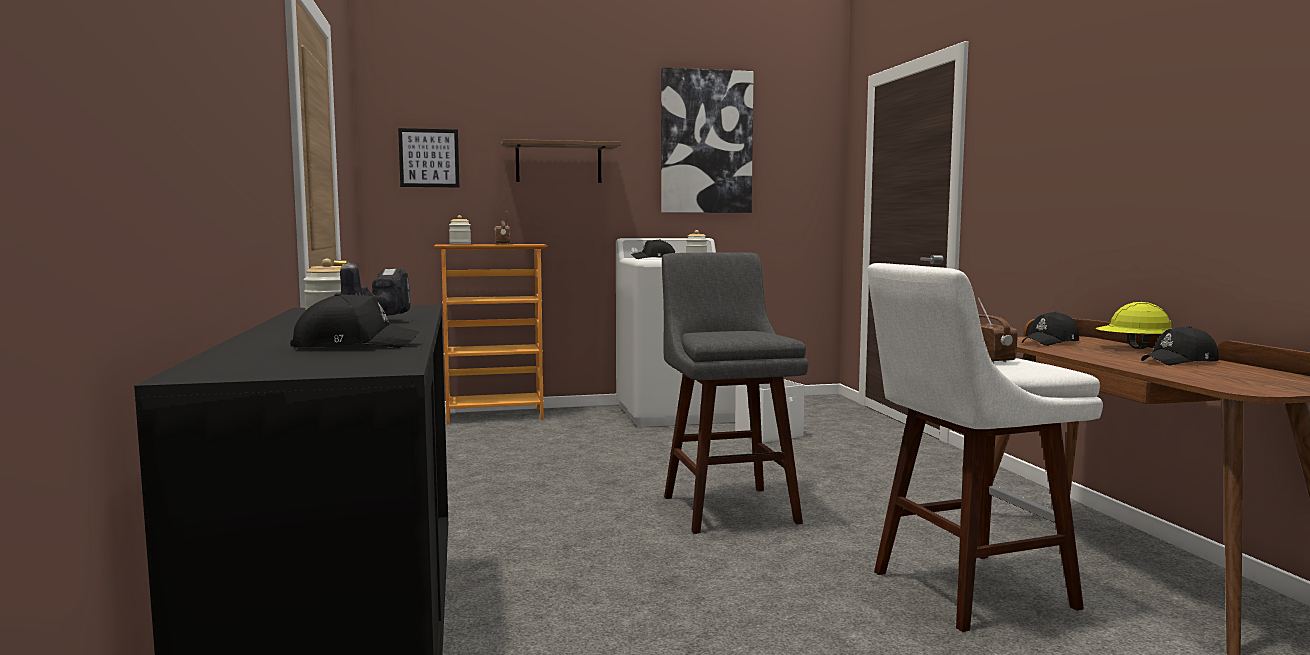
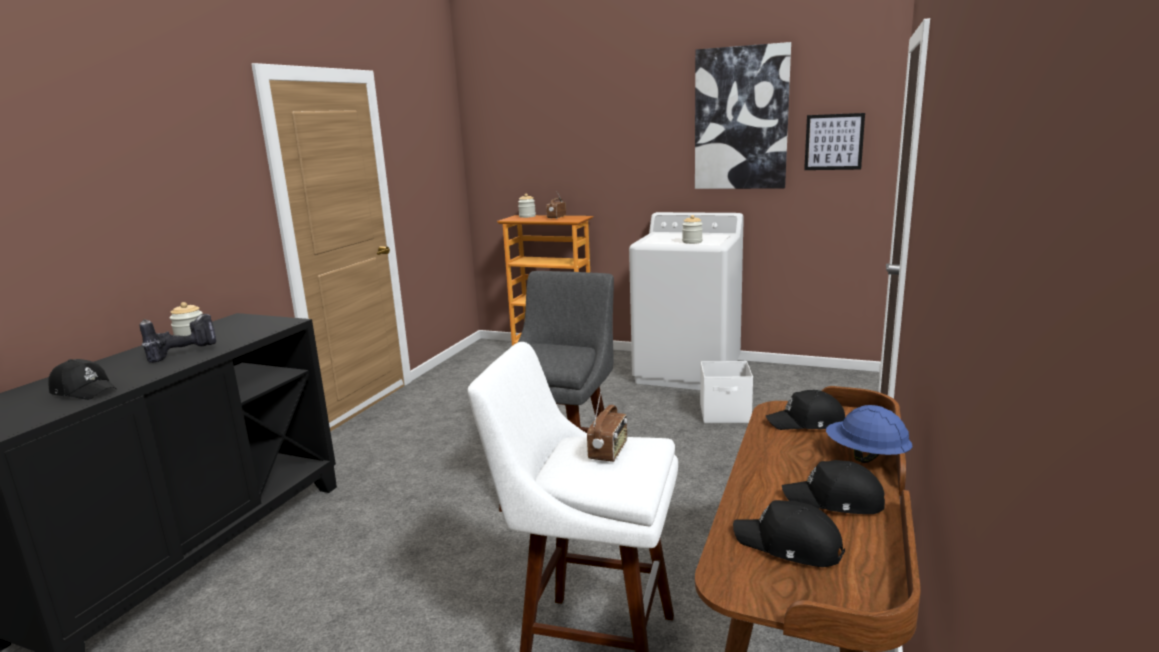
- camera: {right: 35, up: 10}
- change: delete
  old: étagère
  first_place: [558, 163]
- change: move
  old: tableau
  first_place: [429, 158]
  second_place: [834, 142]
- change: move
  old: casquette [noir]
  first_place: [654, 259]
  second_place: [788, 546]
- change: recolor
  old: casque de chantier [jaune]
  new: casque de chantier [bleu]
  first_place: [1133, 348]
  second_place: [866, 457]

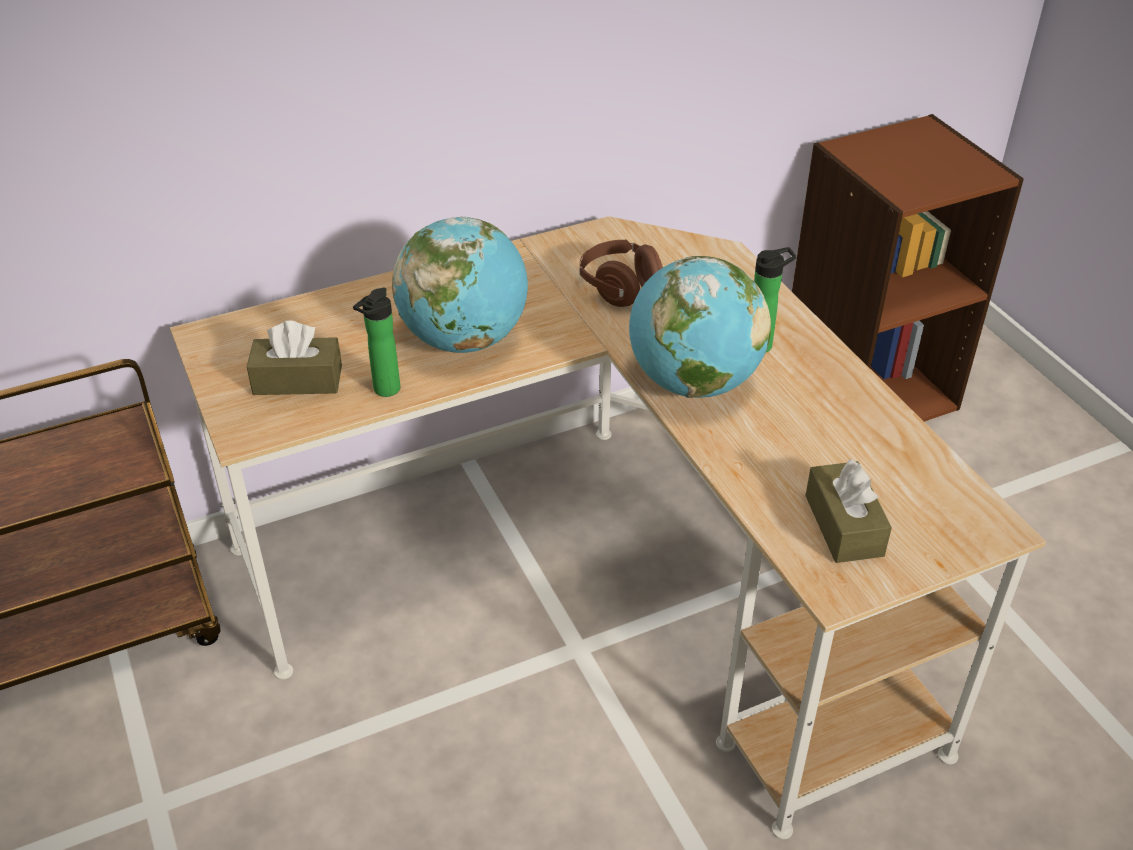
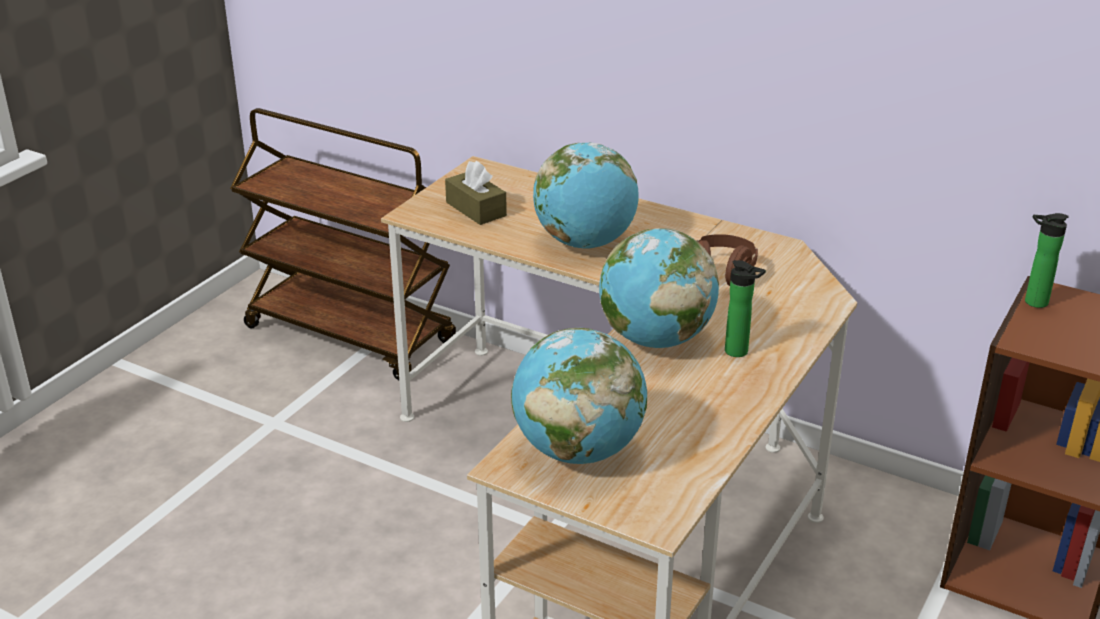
- camera: {right: 55, up: -10}
- change: move
  old: bouteille
  first_place: [384, 391]
  second_place: [1032, 302]
- change: replace
  old: boîte à mouchoirs [marron]
  new: globe
  first_place: [843, 525]
  second_place: [578, 450]

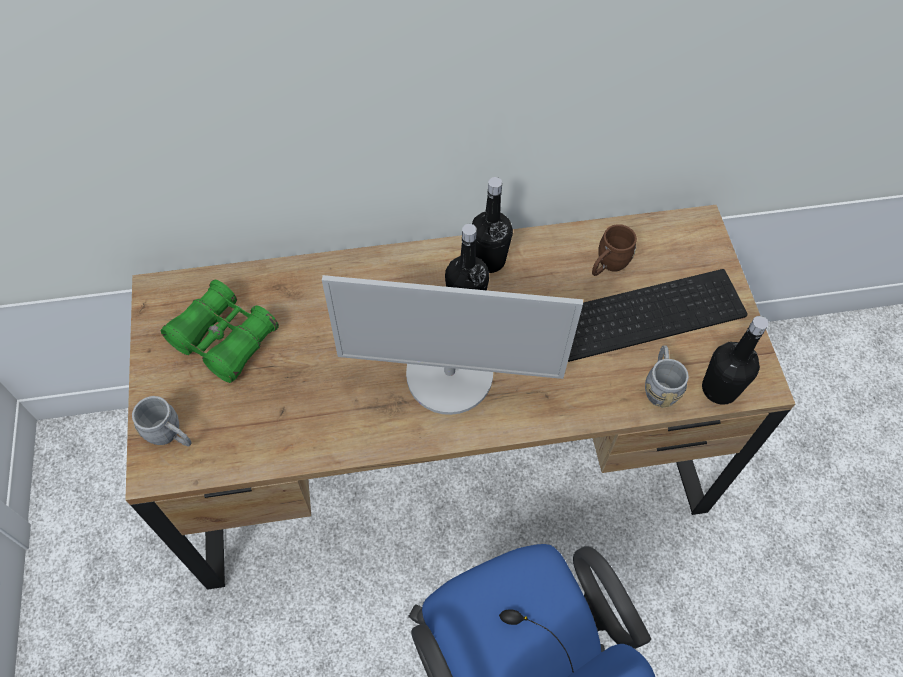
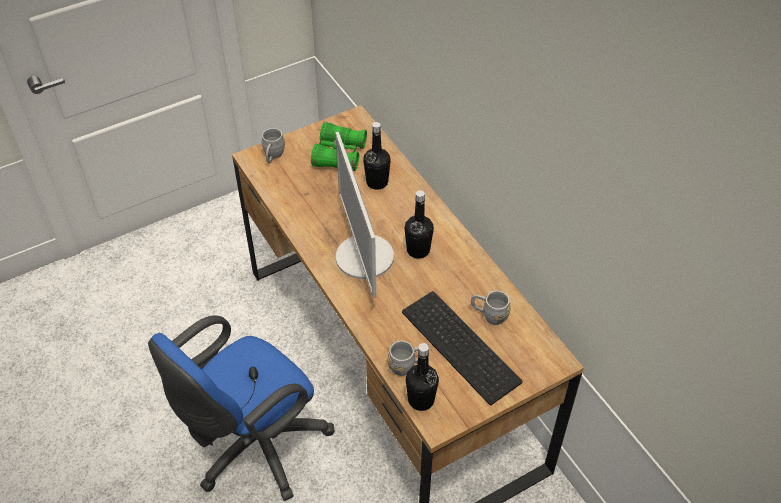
- camera: {right: 70, up: -10}
- change: move
  old: bouteille [noir]
  first_place: [488, 260]
  second_place: [377, 182]
- change: recolor
  old: mug [marron]
  new: mug [gris]
  first_place: [607, 265]
  second_place: [489, 315]

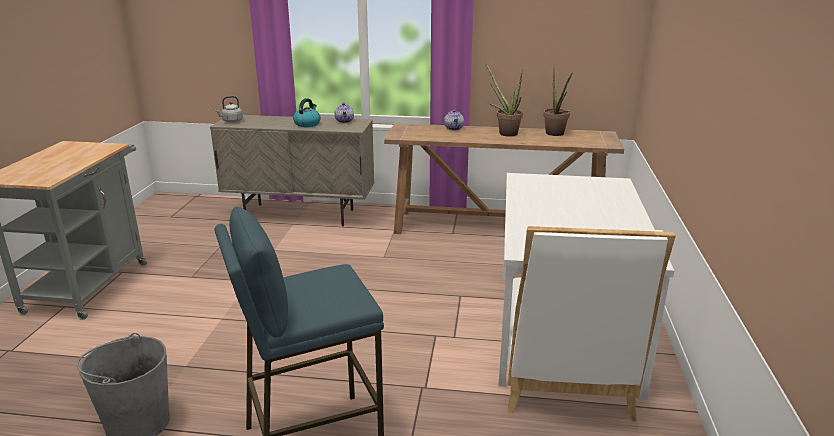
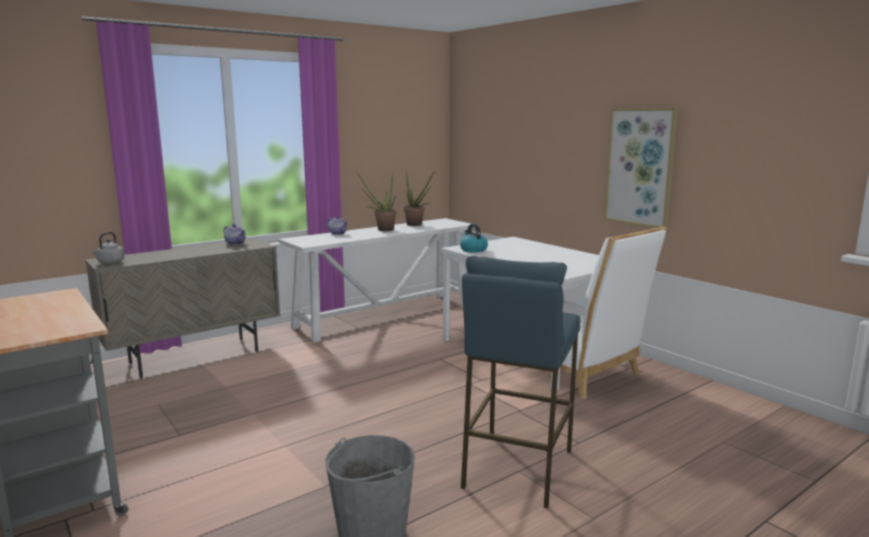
- camera: {right: -45, up: -10}
- change: insert
  new: tableau
  second_place: [640, 167]
- change: move
  old: bouilloire
  first_place: [307, 124]
  second_place: [473, 250]
- change: recolor
  old: table console [marron]
  new: table console [blanc]
  first_place: [498, 228]
  second_place: [385, 316]

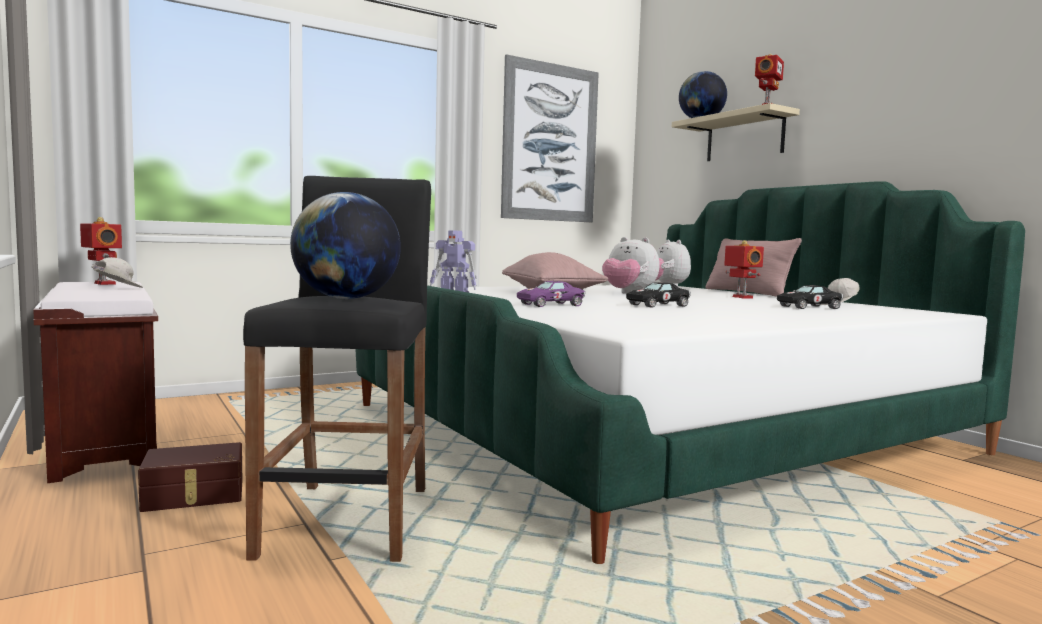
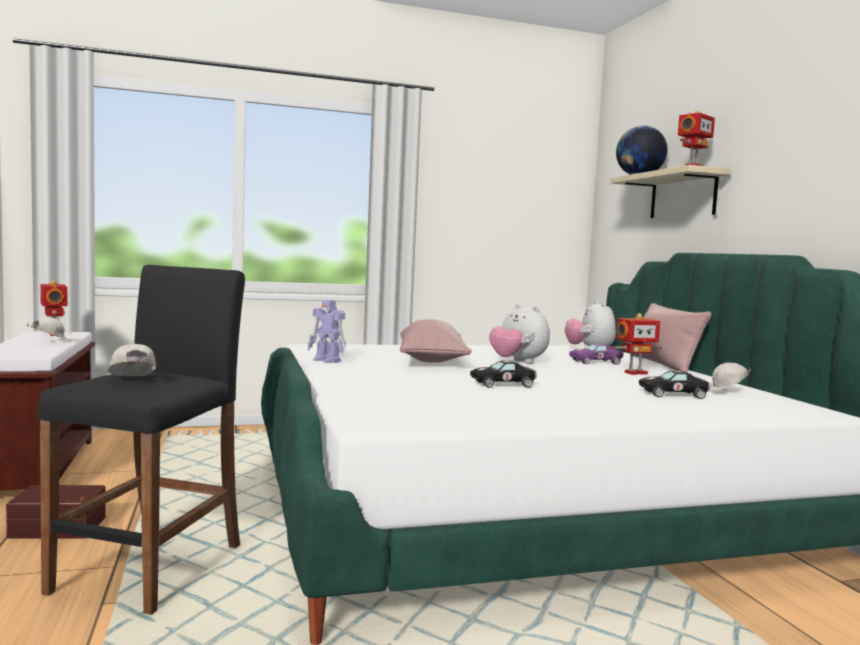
- camera: {right: 15, up: 0}
- change: delete
  old: tableau
  first_place: [550, 143]
- change: move
  old: petite voiture [violet]
  first_place: [552, 305]
  second_place: [597, 362]
- change: replace
  old: globe
  new: casquette [blanc]
  first_place: [346, 299]
  second_place: [131, 381]
- change: rotate
  old: robot jouet
  first_place: [741, 297]
  second_place: [635, 373]
  degrees: 75

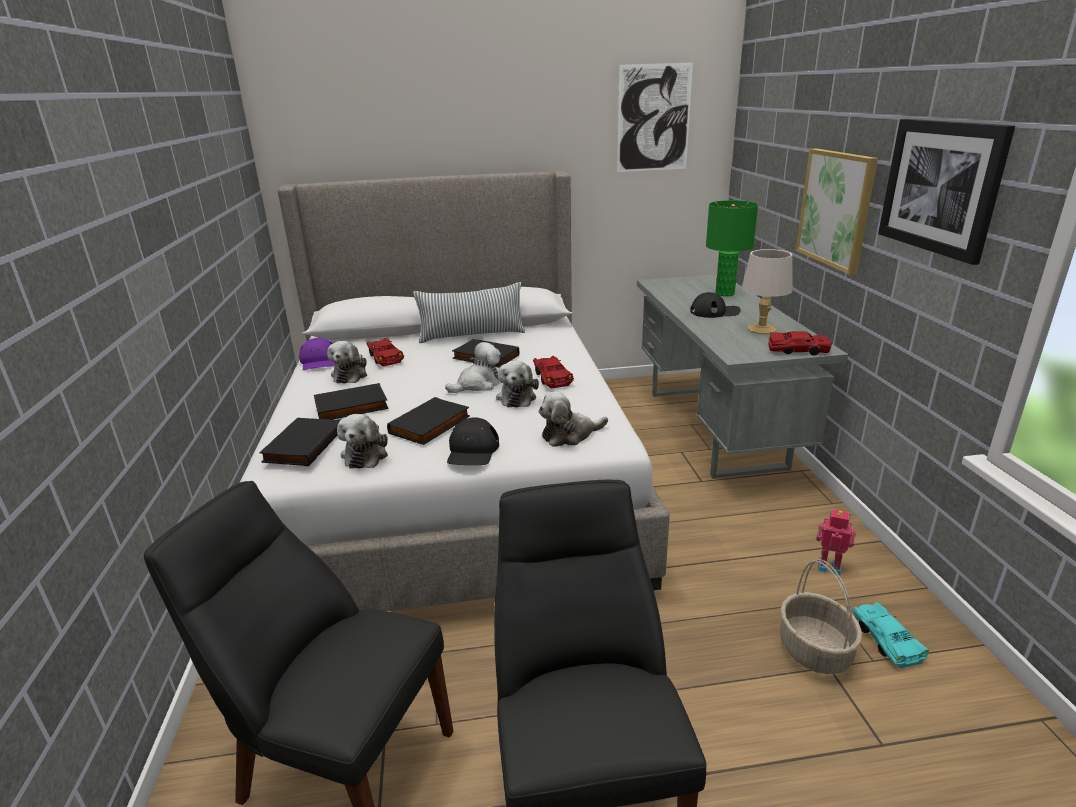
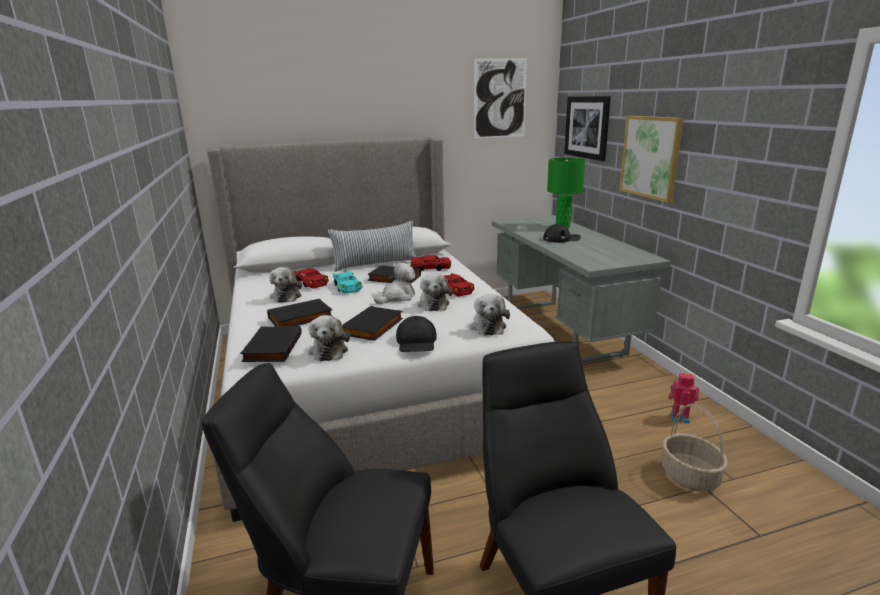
- camera: {right: -10, up: -5}
- change: delete
  old: casquette [violet]
  first_place: [319, 361]
- change: delete
  old: lampe de table [gris]
  first_place: [762, 329]
- change: move
  old: petite voiture [rouge]
  first_place: [798, 350]
  second_place: [430, 268]
- change: move
  old: petite voiture [turquoise]
  first_place: [885, 640]
  second_place: [347, 287]
- change: move
  old: tableau
  first_place: [941, 187]
  second_place: [587, 127]
- change: rotate
  old: peluche
  first_place: [569, 435]
  second_place: [488, 326]
  degrees: -60

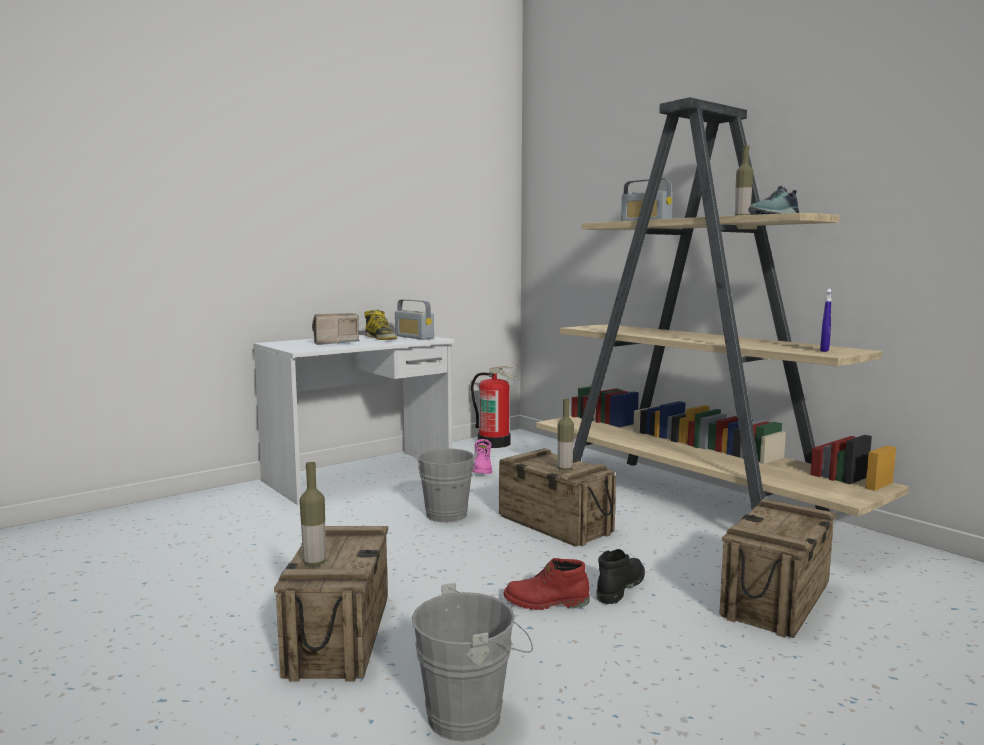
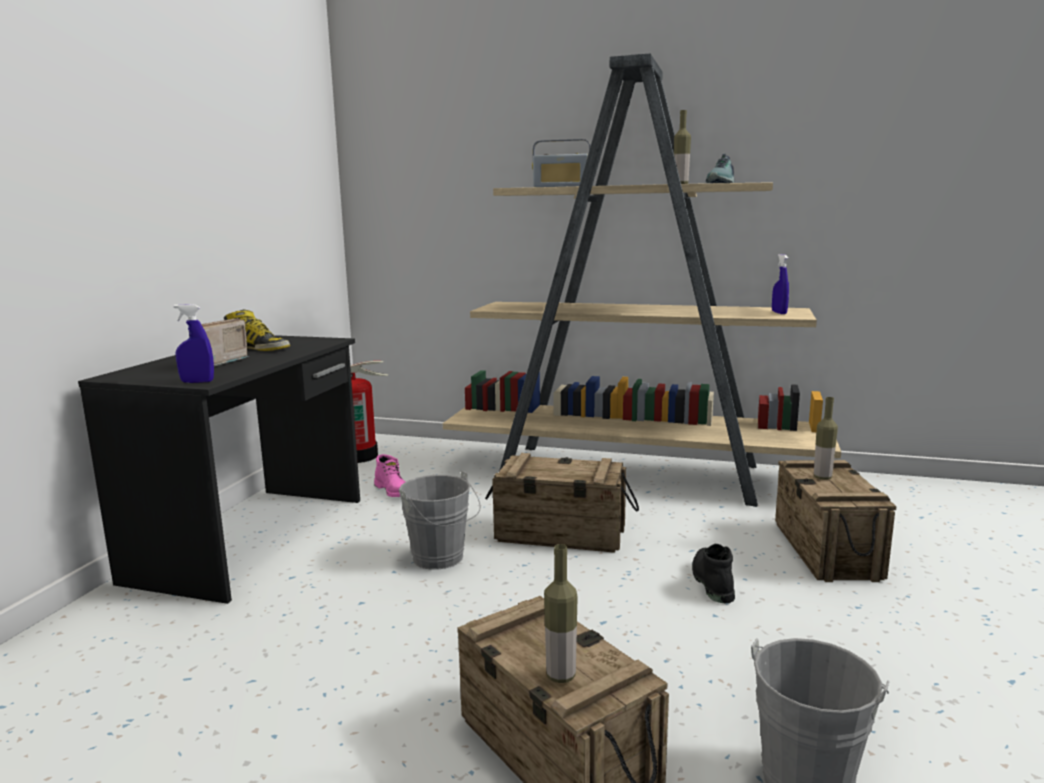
- camera: {right: -35, up: 5}
- change: delete
  old: radio
  first_place: [414, 337]
- change: delete
  old: botte [rouge]
  first_place: [546, 603]
- change: insert
  new: vaporisateur [bleu]
  second_place: [197, 382]
- change: move
  old: bouteille
  first_place: [565, 469]
  second_place: [822, 477]
- change: recolor
  old: bureau [blanc]
  new: bureau [noir]
  first_place: [360, 476]
  second_place: [254, 538]

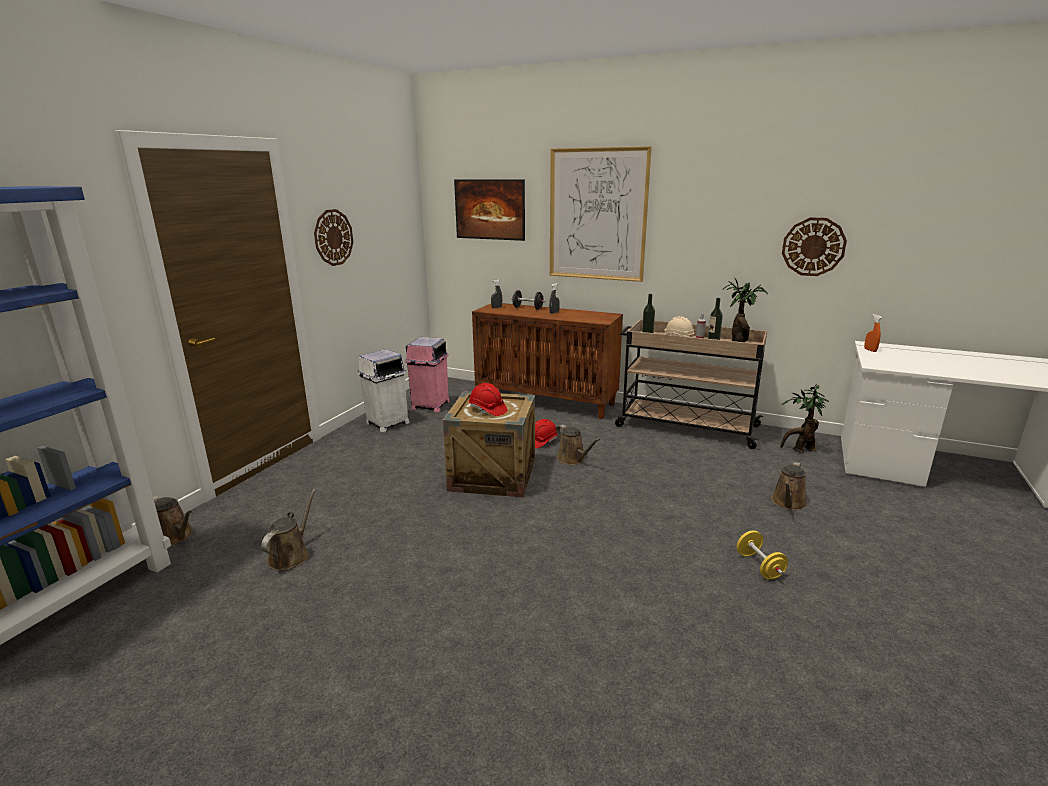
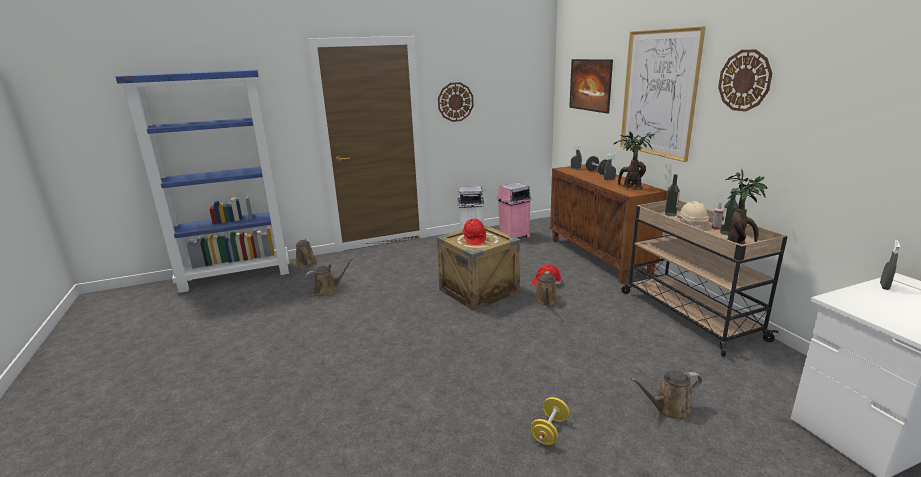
- camera: {right: 45, up: 0}
- change: move
  old: plante en pot
  first_place: [800, 449]
  second_place: [630, 187]
- change: move
  old: horloge murale
  first_place: [813, 247]
  second_place: [744, 80]
- change: recolor
  old: vaporisateur [orange]
  new: vaporisateur [gris]
  first_place: [870, 350]
  second_place: [884, 286]

